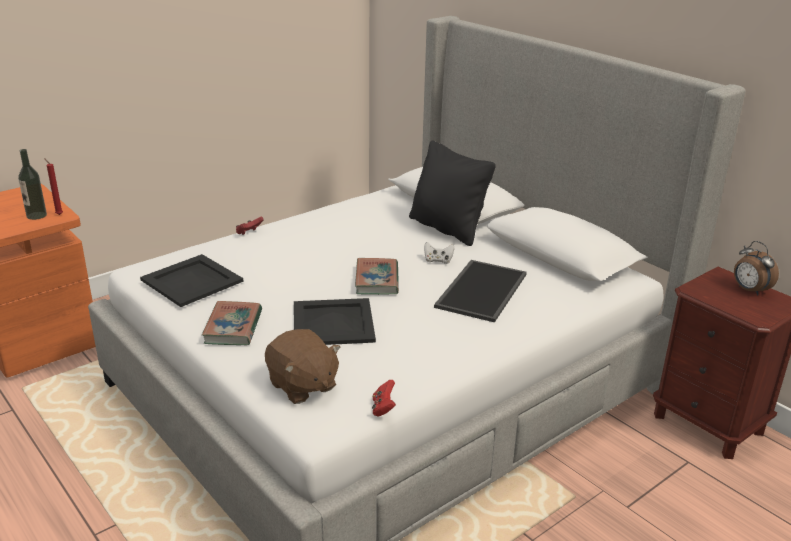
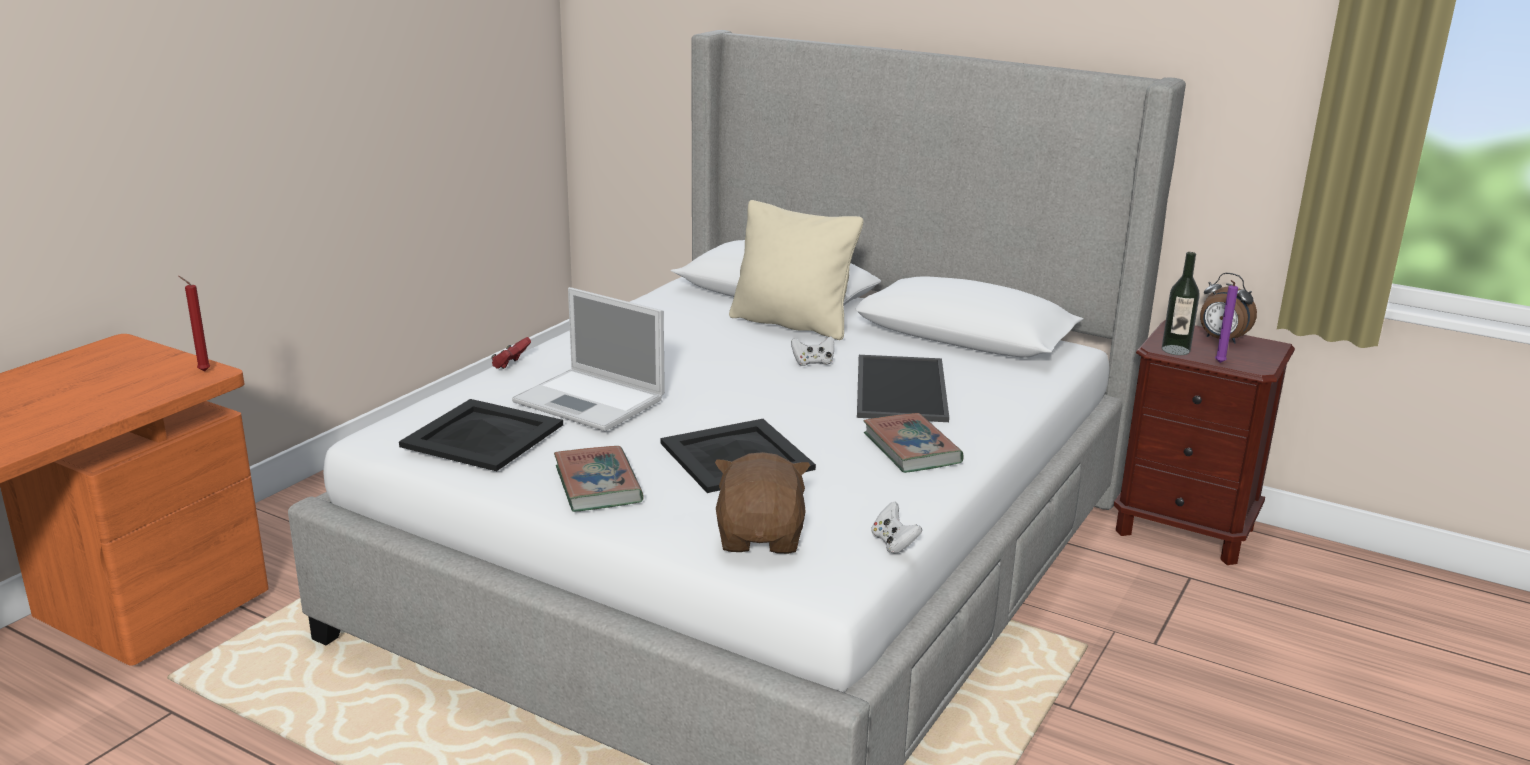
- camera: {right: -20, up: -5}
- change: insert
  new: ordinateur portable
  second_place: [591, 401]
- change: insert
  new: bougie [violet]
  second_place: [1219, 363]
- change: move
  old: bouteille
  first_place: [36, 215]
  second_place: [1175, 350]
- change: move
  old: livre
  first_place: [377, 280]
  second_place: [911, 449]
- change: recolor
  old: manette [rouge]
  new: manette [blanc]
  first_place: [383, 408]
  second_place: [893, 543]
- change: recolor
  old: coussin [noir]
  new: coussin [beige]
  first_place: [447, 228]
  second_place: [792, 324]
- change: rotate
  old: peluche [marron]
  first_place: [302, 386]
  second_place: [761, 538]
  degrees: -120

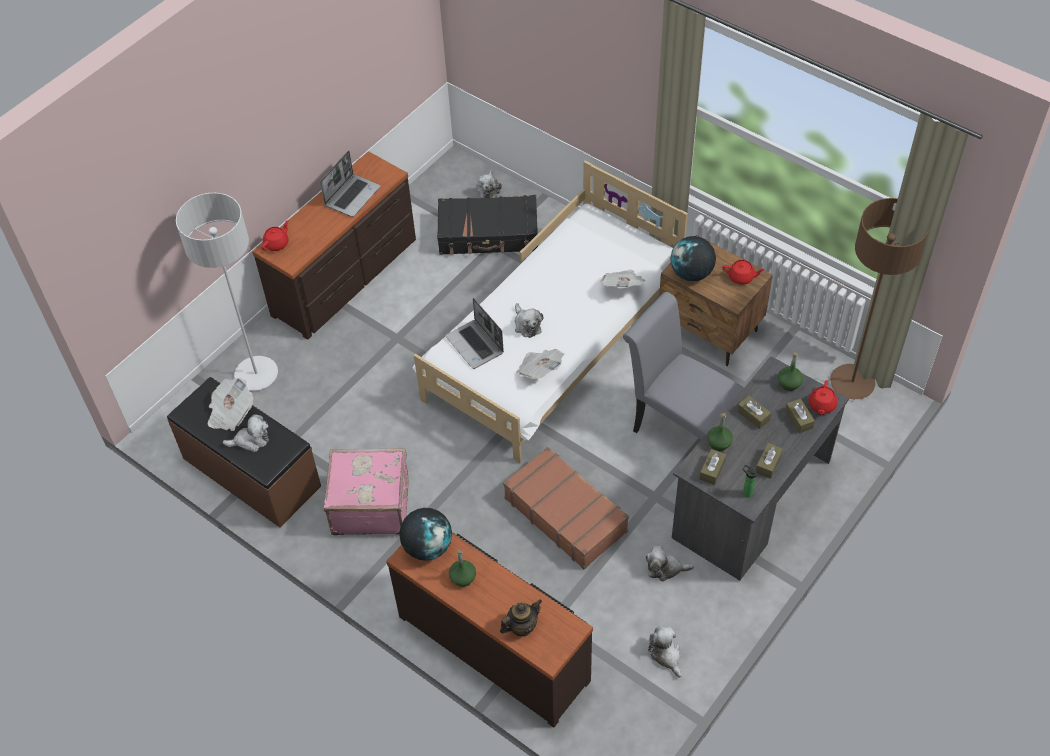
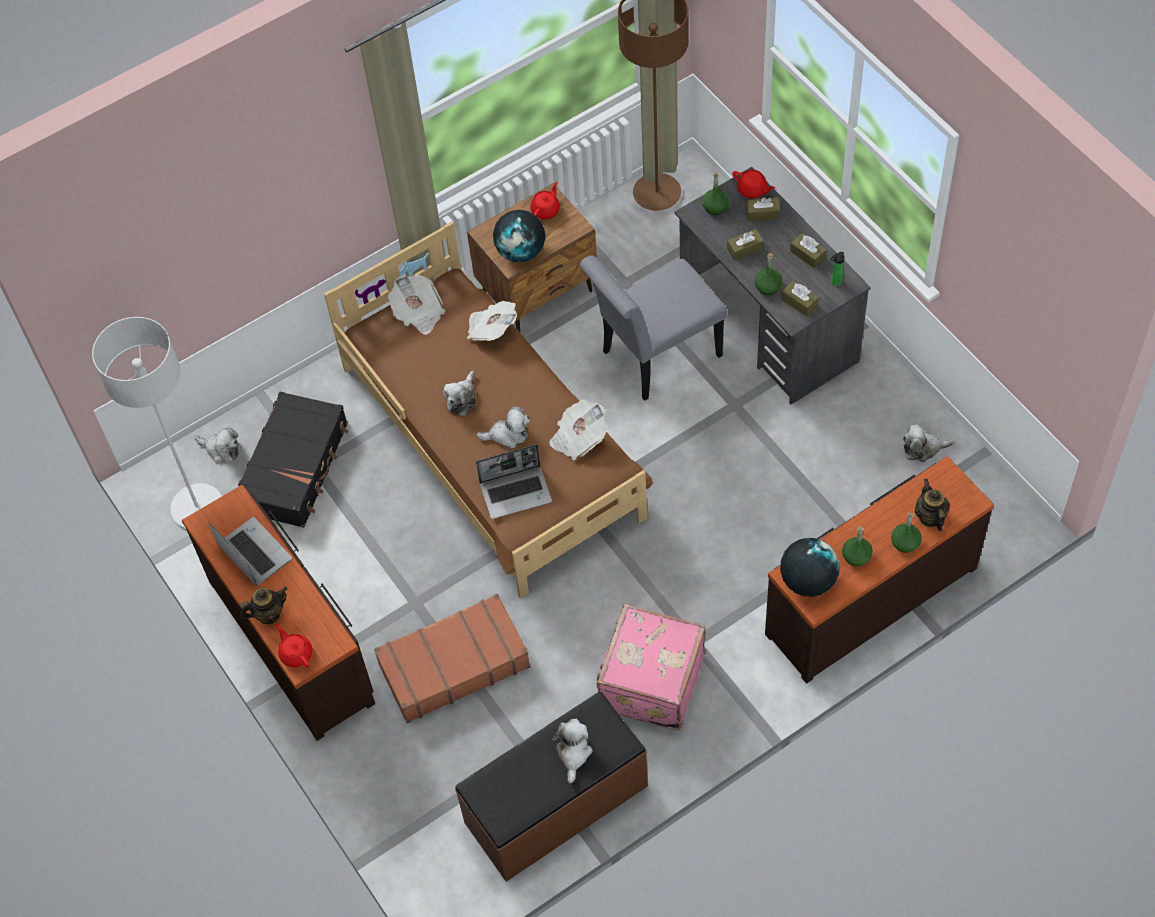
- camera: {right: -70, up: 5}
- change: insert
  new: théière
  second_place: [268, 614]
- change: insert
  new: bouteille [vert]
  second_place: [905, 542]
- change: move
  old: lampadaire [gris]
  first_place: [256, 374]
  second_place: [197, 507]
- change: move
  old: journal
  first_place: [231, 413]
  second_place: [418, 313]
- change: move
  old: valise [marron]
  first_place: [566, 514]
  second_place: [453, 665]
- change: move
  old: peluche
  first_place: [665, 569]
  second_place: [462, 398]
- change: recolor
  old: lit [blanc]
  new: lit [marron]
  first_place: [554, 343]
  second_place: [493, 442]

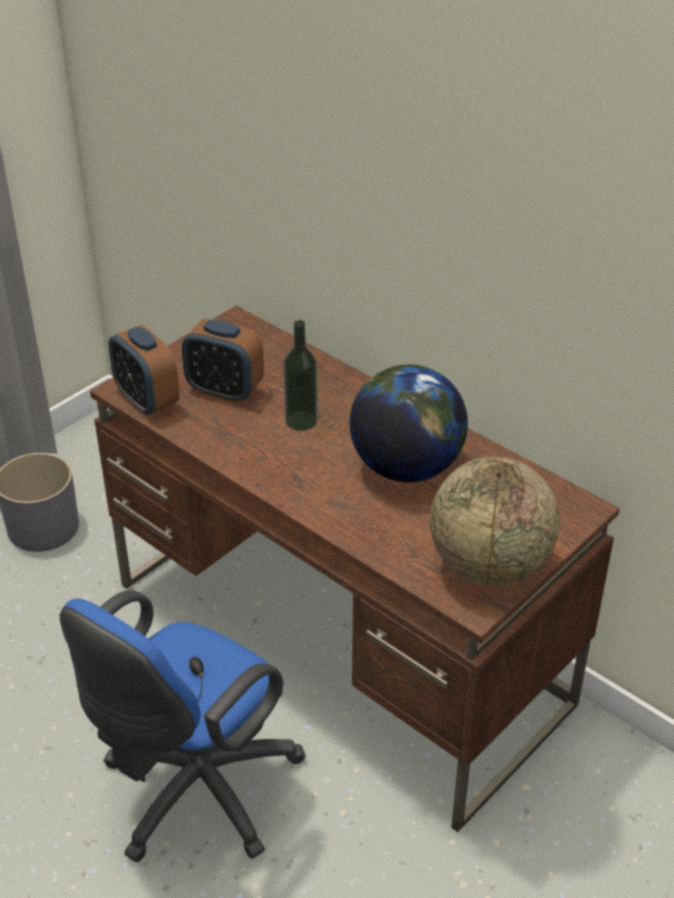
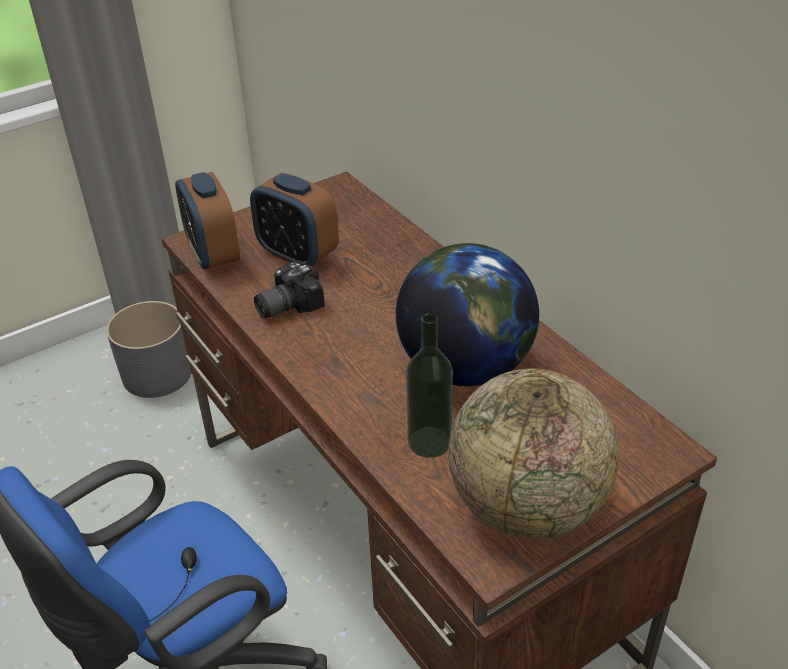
- camera: {right: 15, up: 0}
- change: insert
  new: appareil photo
  second_place: [286, 305]
- change: move
  old: bouteille
  first_place: [301, 420]
  second_place: [429, 442]

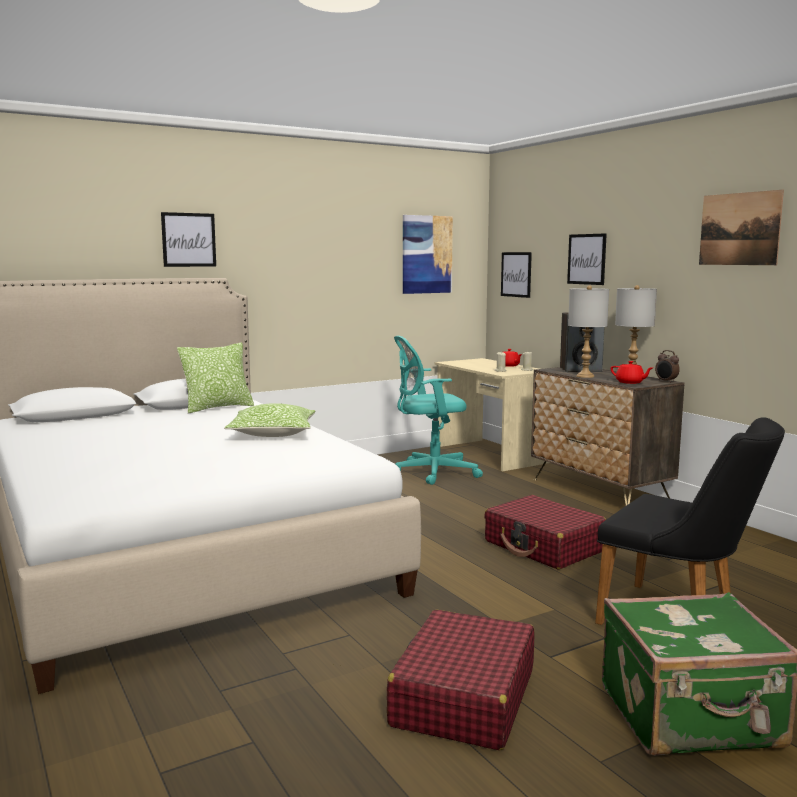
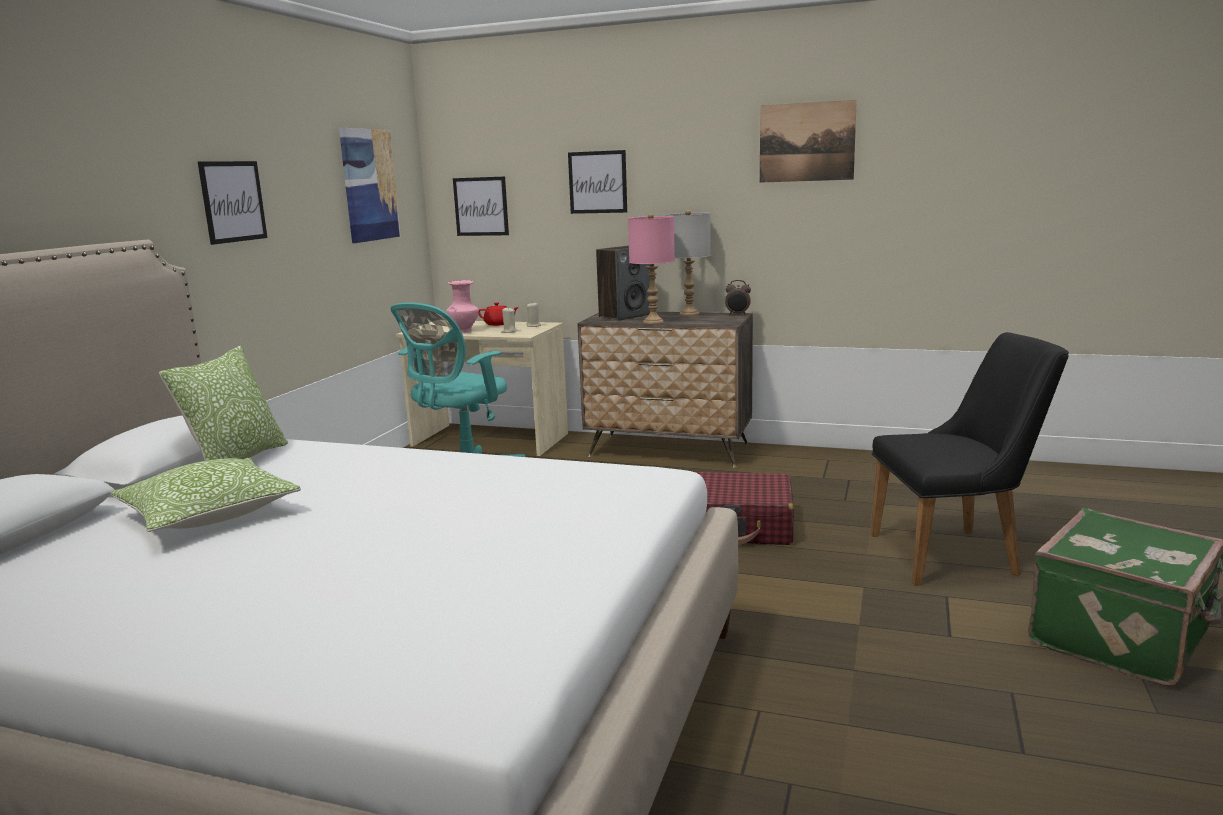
- camera: {right: -40, up: 5}
- change: delete
  old: valise [rouge]
  first_place: [463, 698]
- change: delete
  old: théière [rouge]
  first_place: [630, 382]
- change: insert
  new: vase [rose]
  second_place: [464, 331]
- change: move
  old: tableau
  first_place: [189, 240]
  second_place: [233, 201]
- change: move
  old: coussin
  first_place: [273, 433]
  second_place: [209, 514]
- change: recolor
  old: lampe de table [gris]
  new: lampe de table [rose]
  first_place: [585, 376]
  second_place: [653, 322]

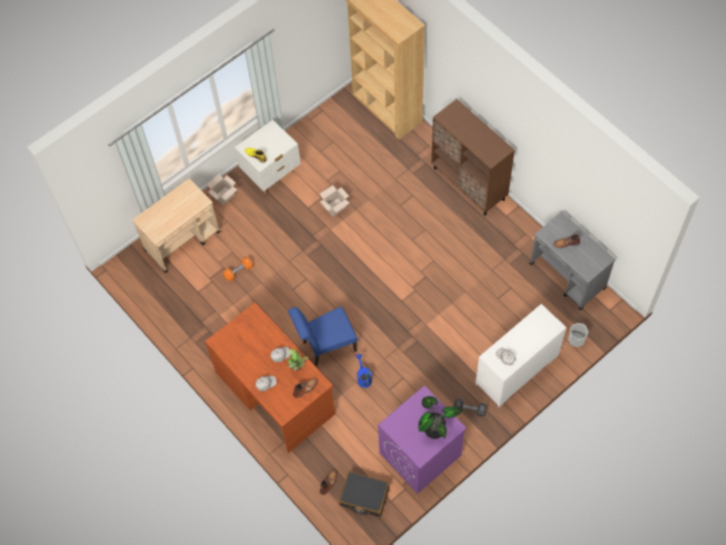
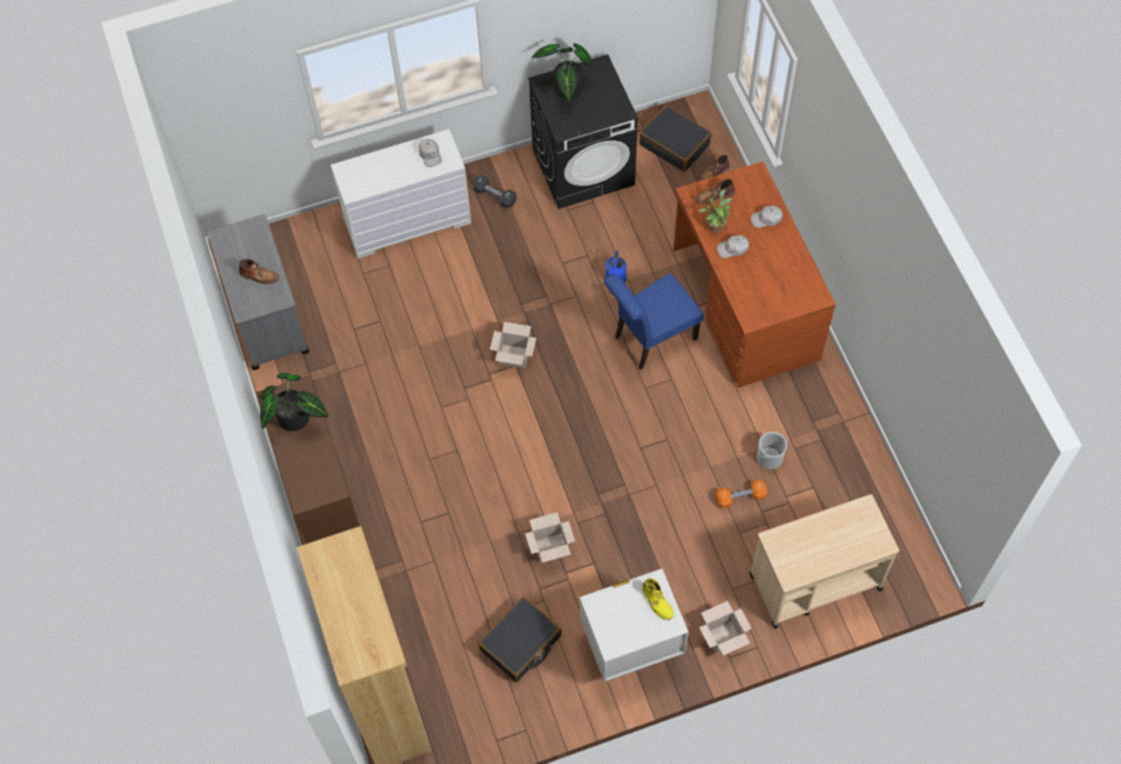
- camera: {right: -160, up: 0}
- change: insert
  new: plante en pot
  second_place: [296, 420]
- change: insert
  new: valise [noir]
  second_place: [521, 643]
- change: insert
  new: carton
  second_place: [513, 356]
- change: move
  old: seau
  first_place: [576, 339]
  second_place: [769, 457]
- change: recolor
  old: lave-linge [violet]
  new: lave-linge [noir]
  first_place: [420, 454]
  second_place: [584, 167]
- change: rotate
  old: chaise [bleu]
  first_place: [326, 347]
  second_place: [650, 339]
  degrees: 150

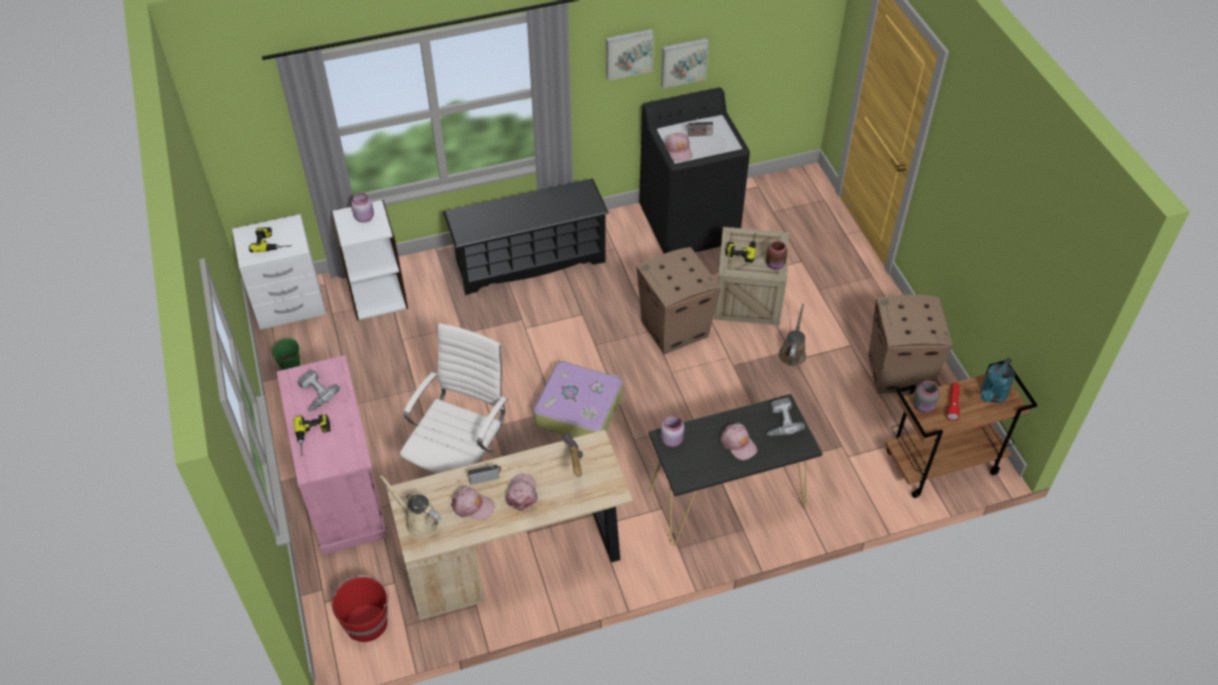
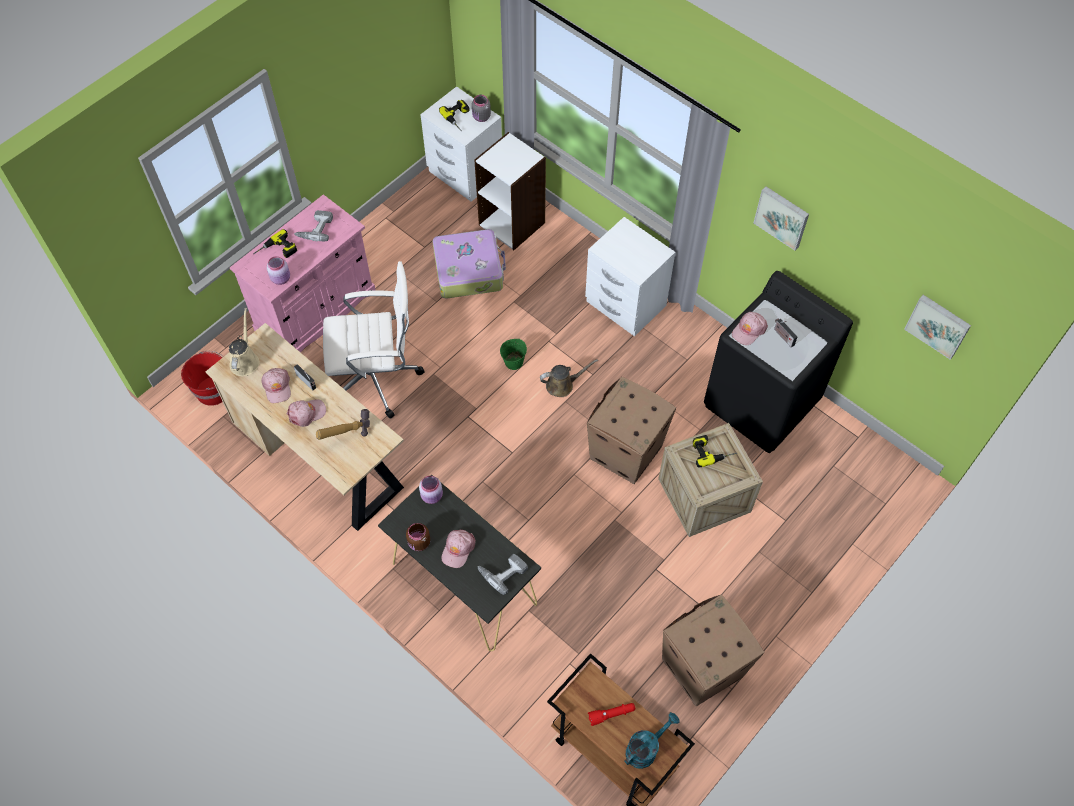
- camera: {right: 60, up: 10}
- change: move
  old: seau [vert]
  first_place: [290, 364]
  second_place: [514, 361]
- change: move
  old: bocal [rose]
  first_place: [364, 217]
  second_place: [281, 278]
- change: move
  old: valise
  first_place: [578, 409]
  second_place: [469, 270]
- change: move
  old: tableau
  first_place: [683, 61]
  second_place: [938, 325]
- change: move
  old: bocal [marron]
  first_place: [775, 265]
  second_place: [419, 543]
- change: move
  old: arrosoir [marron]
  first_place: [792, 353]
  second_place: [562, 385]
- change: move
  old: bocal [gris]
  first_place: [923, 406]
  second_place: [481, 117]
- change: replace
  old: étagère à chaussures [noir]
  new: table de chevet [blanc]
  first_place: [529, 261]
  second_place: [625, 304]
- change: rotate
  old: arrosoir [turquoise]
  first_place: [992, 396]
  second_place: [645, 748]
  degrees: 135

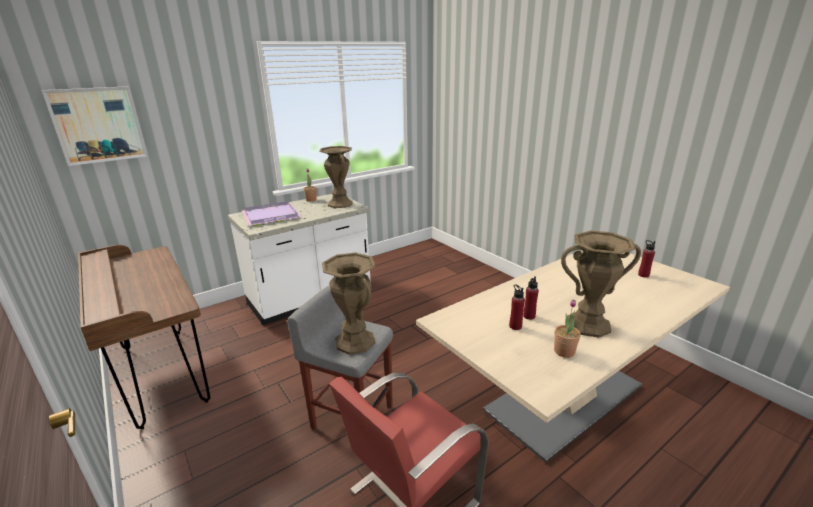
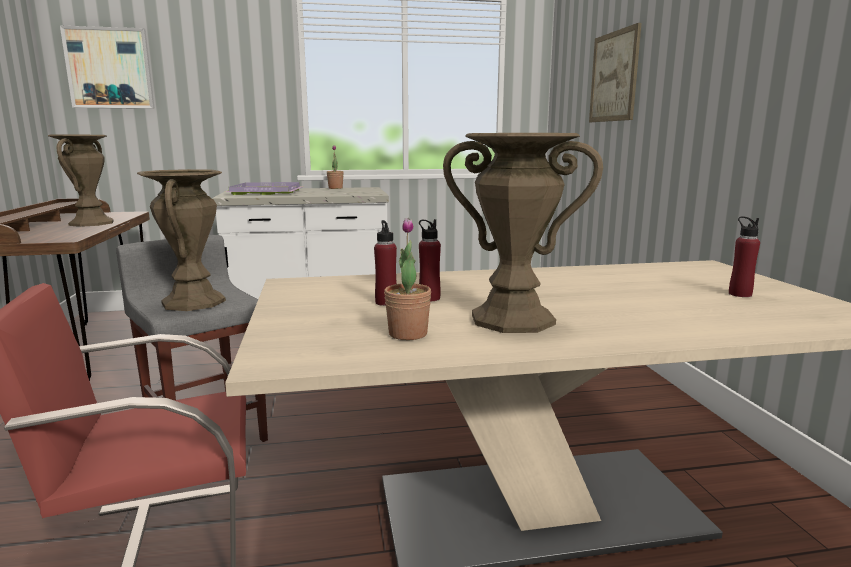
- camera: {right: 25, up: -10}
- change: insert
  new: tableau
  second_place: [614, 77]
- change: move
  old: vase [marron]
  first_place: [340, 204]
  second_place: [91, 223]

